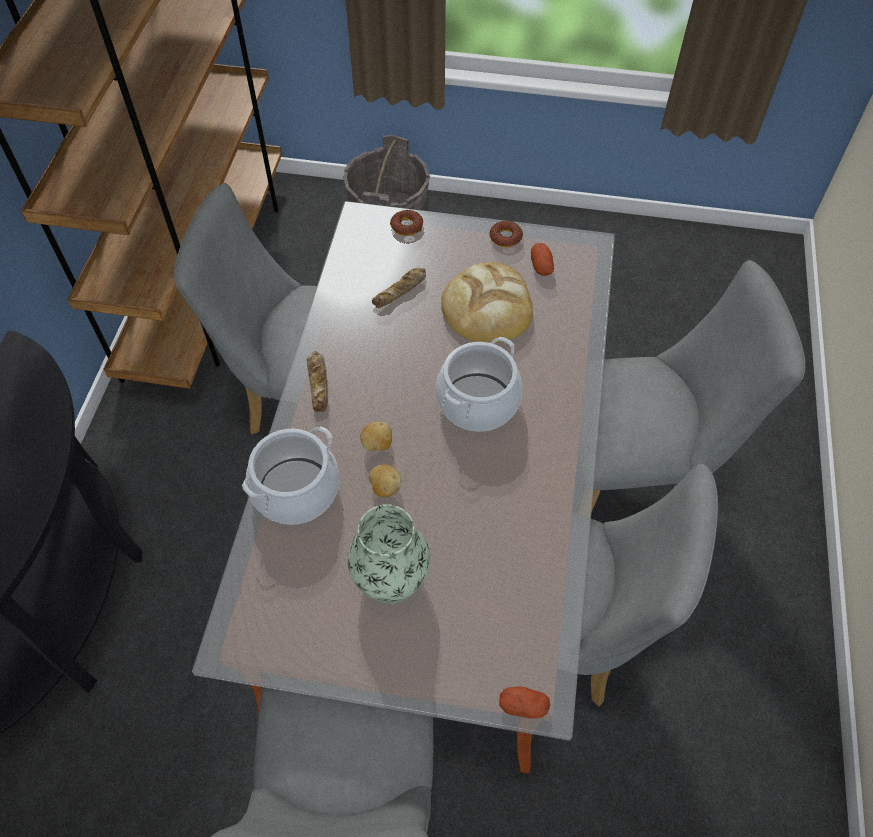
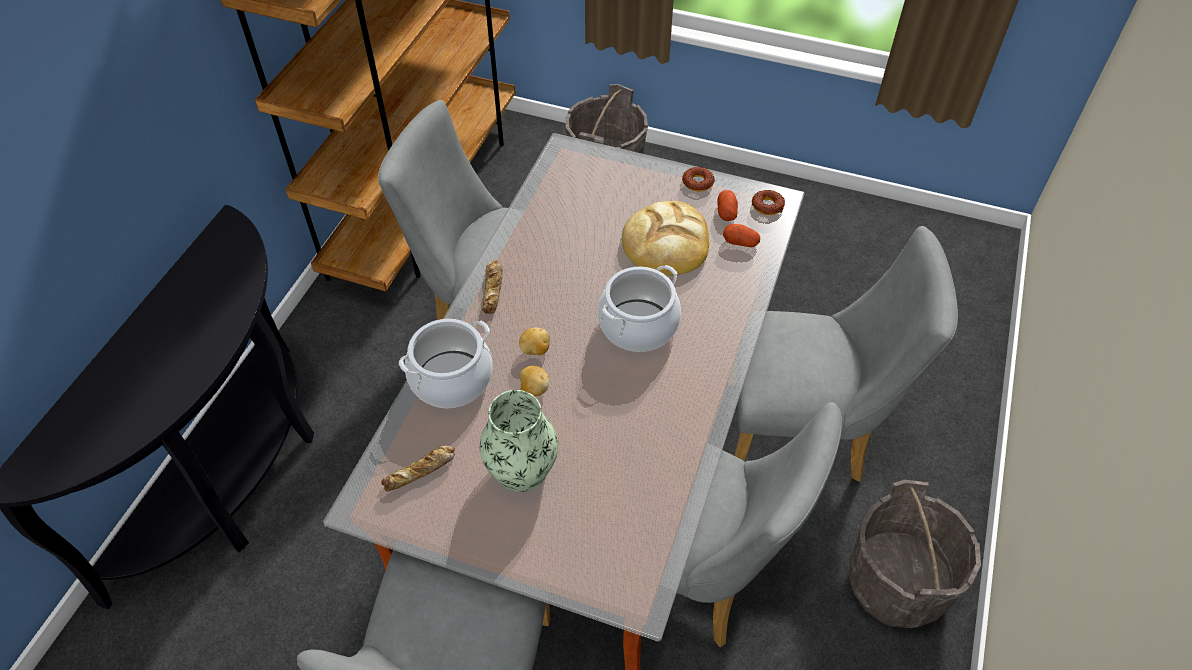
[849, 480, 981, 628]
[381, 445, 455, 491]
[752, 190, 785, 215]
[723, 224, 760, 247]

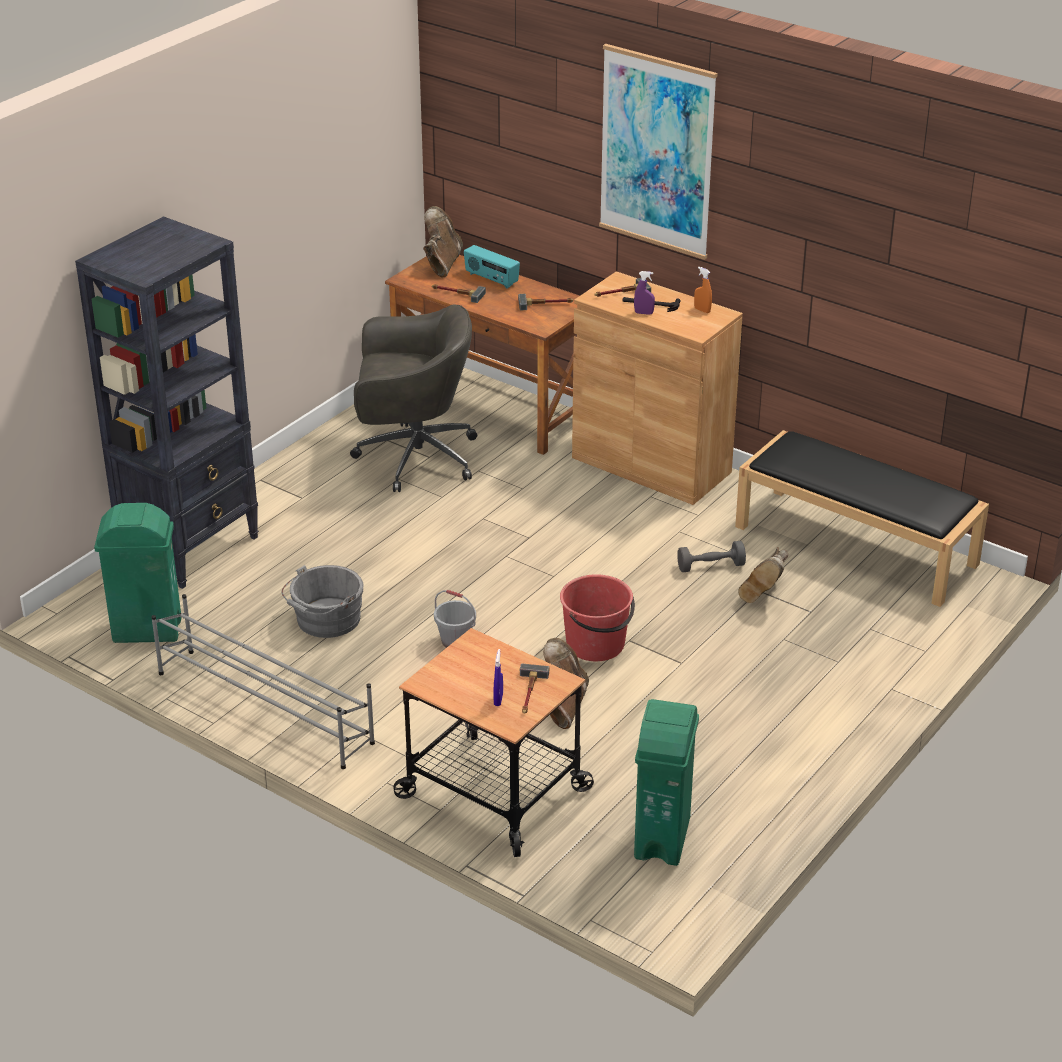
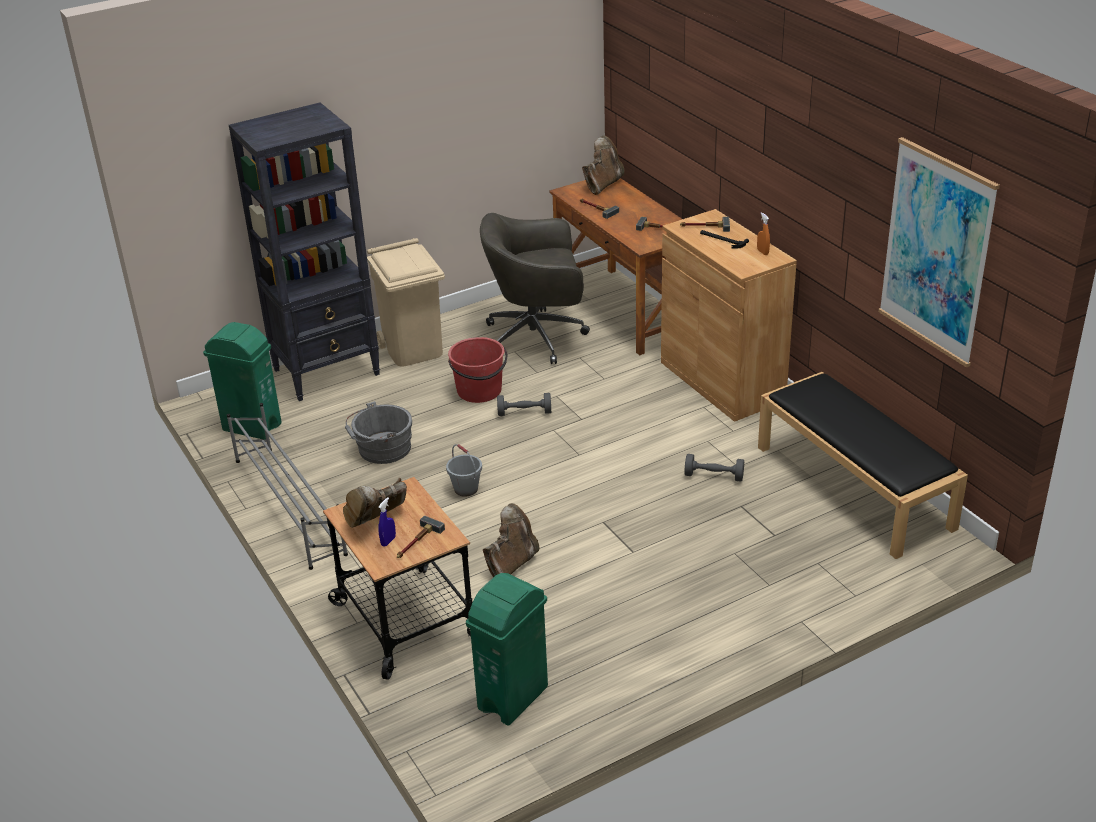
[464, 245, 520, 289] (first image)
[634, 271, 655, 315] (first image)
[367, 238, 445, 367]
[497, 393, 551, 416]
[448, 337, 507, 403]
[878, 137, 1000, 367]
[343, 478, 407, 528]
[480, 213, 590, 364]

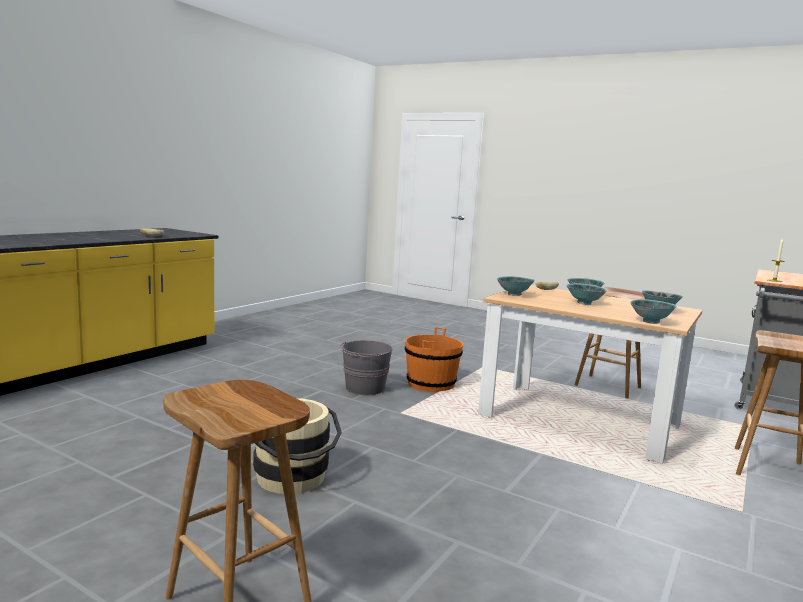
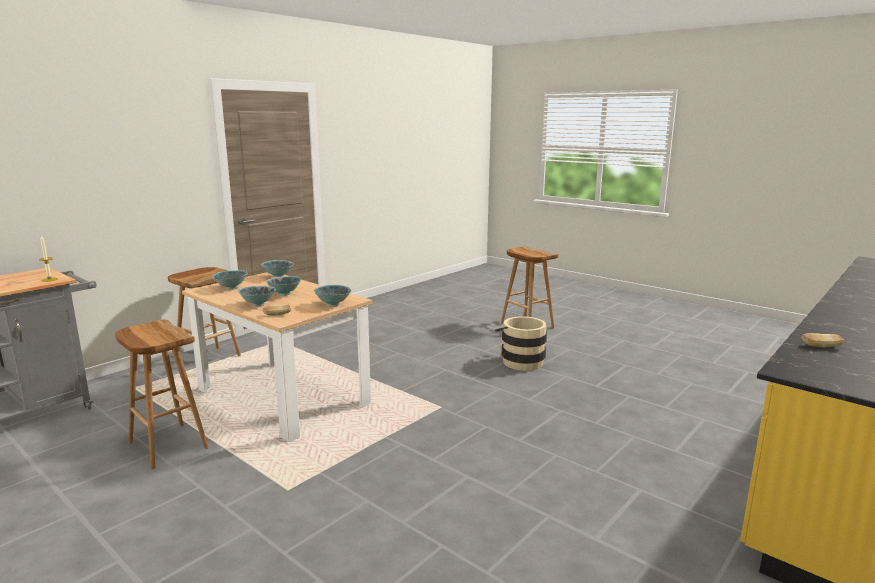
[340, 340, 393, 395] (first image)
[405, 327, 463, 392] (first image)

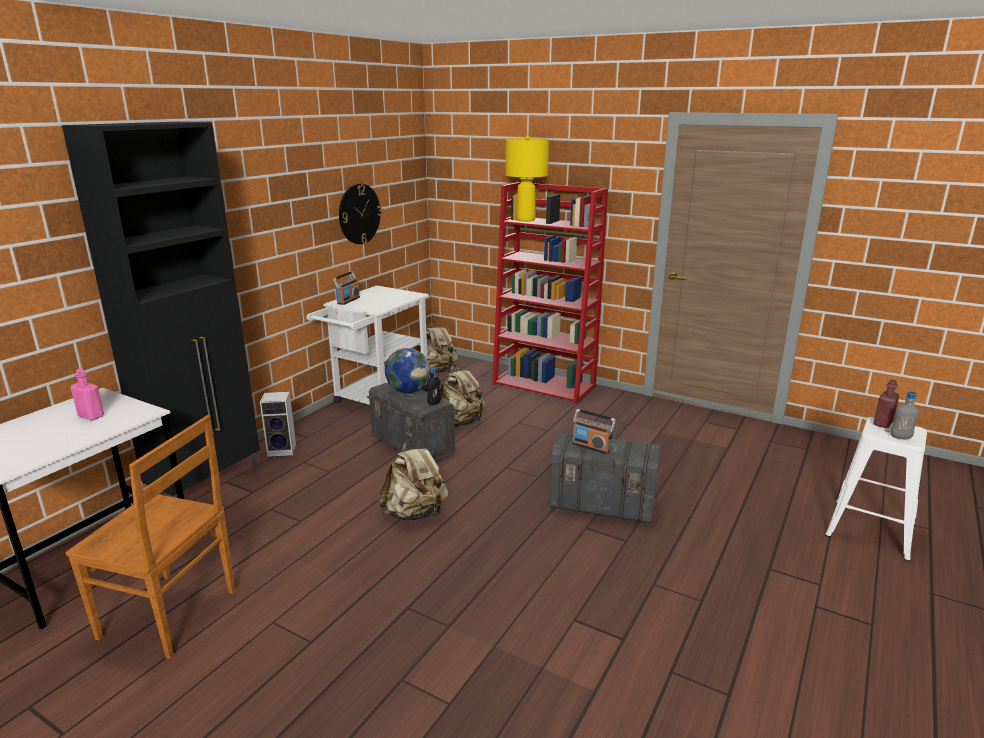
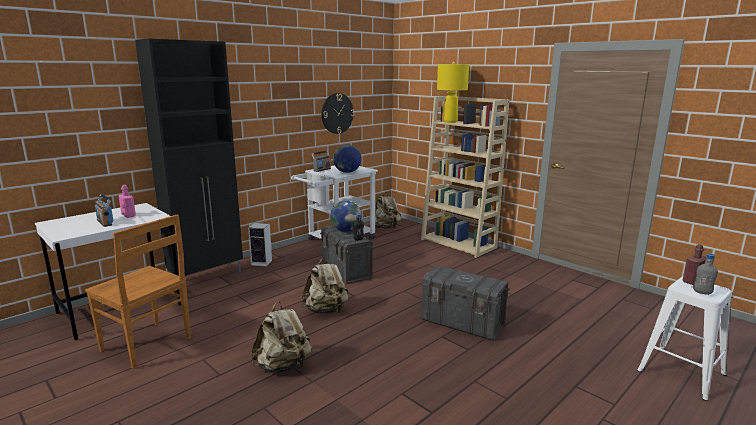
[333, 145, 361, 173]
[251, 302, 312, 373]
[95, 194, 113, 227]
[421, 96, 510, 258]

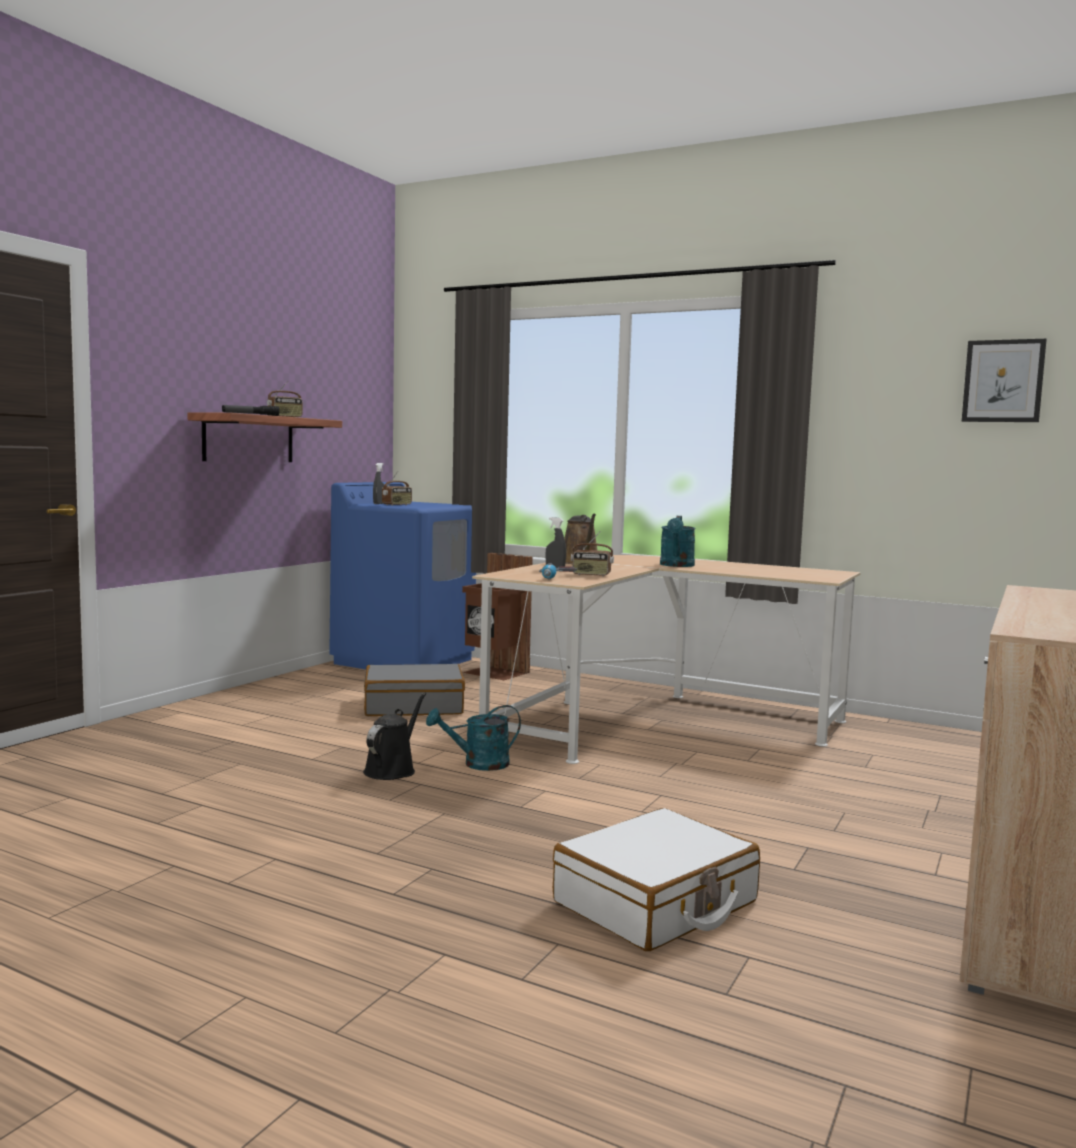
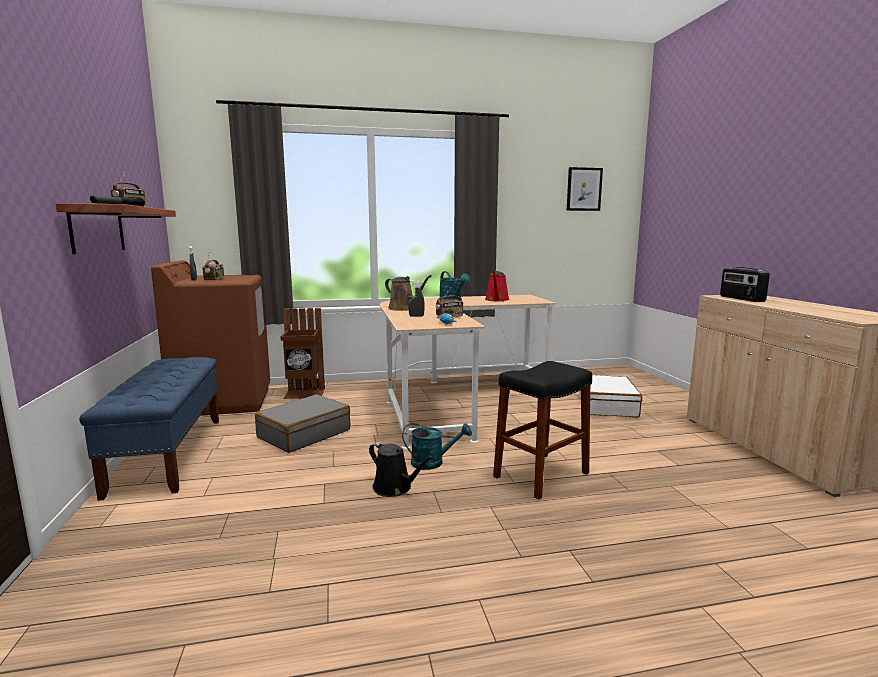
[79, 357, 219, 501]
[485, 271, 510, 301]
[493, 361, 592, 500]
[720, 267, 770, 302]
[579, 375, 642, 417]
[151, 260, 270, 416]
[369, 442, 433, 497]
[402, 423, 472, 470]

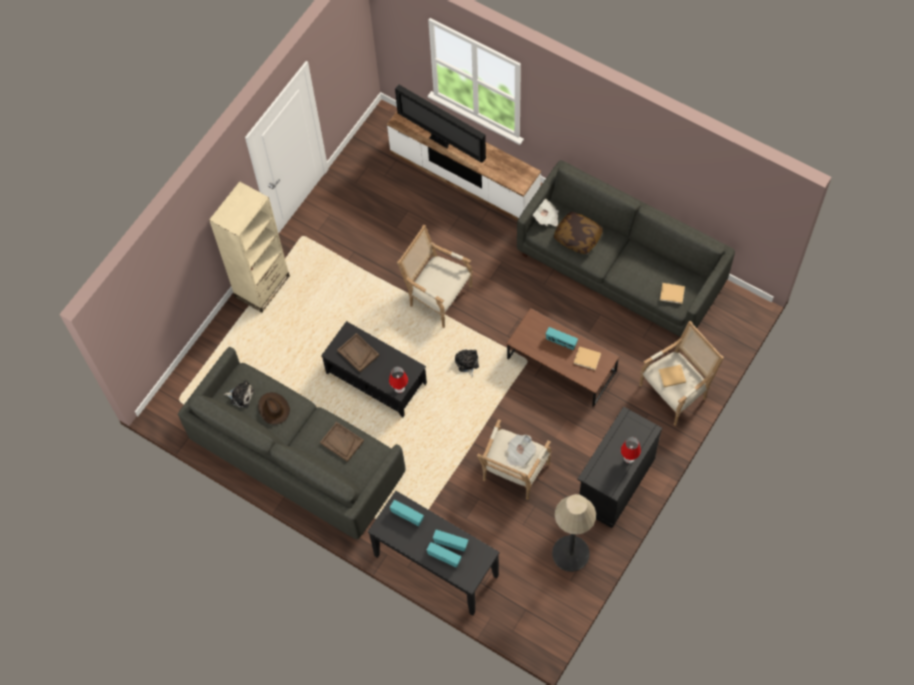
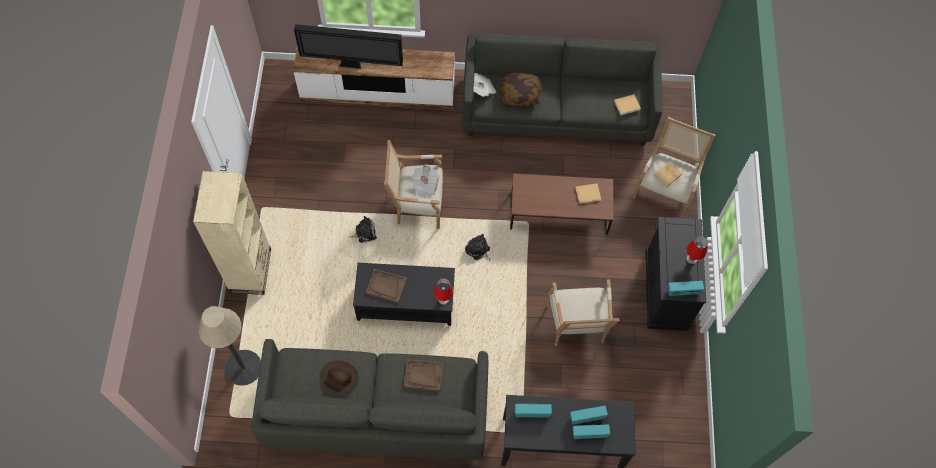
[350, 216, 377, 243]
[411, 165, 439, 198]
[668, 281, 704, 296]
[198, 306, 261, 386]

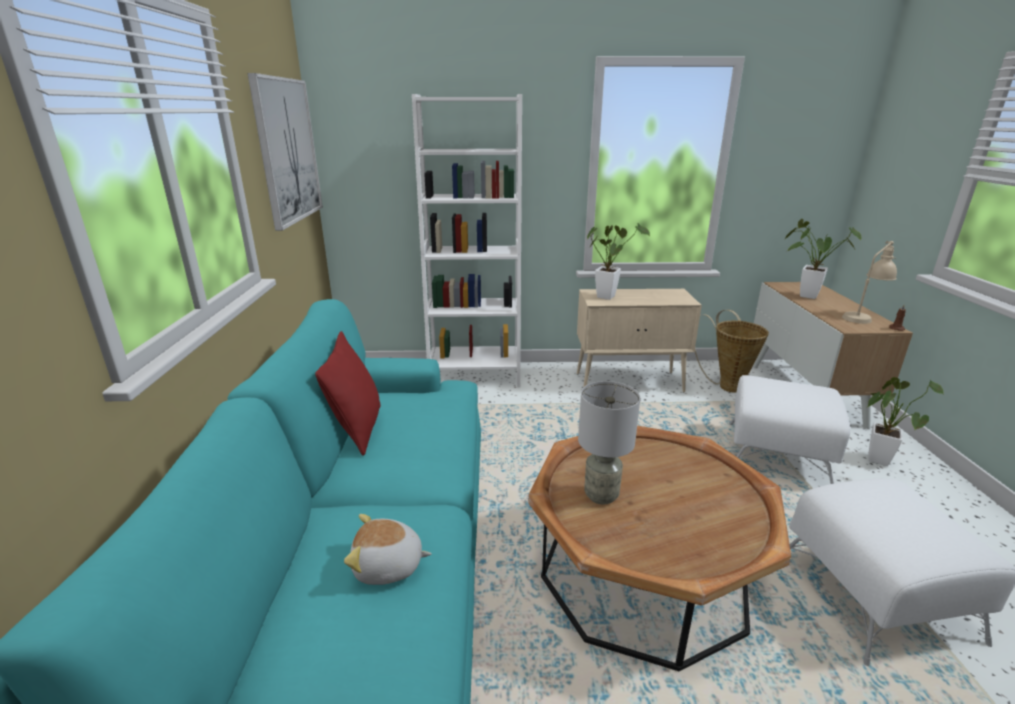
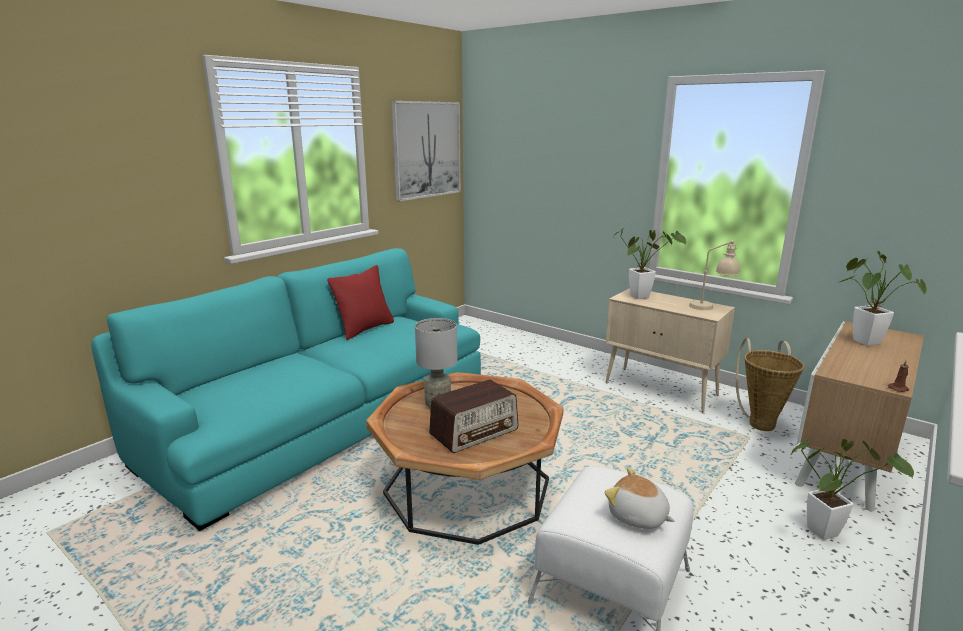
[412, 94, 522, 388] (first image)
[729, 375, 851, 484] (first image)
[429, 380, 518, 453]
[604, 467, 675, 529]
[689, 240, 740, 310]

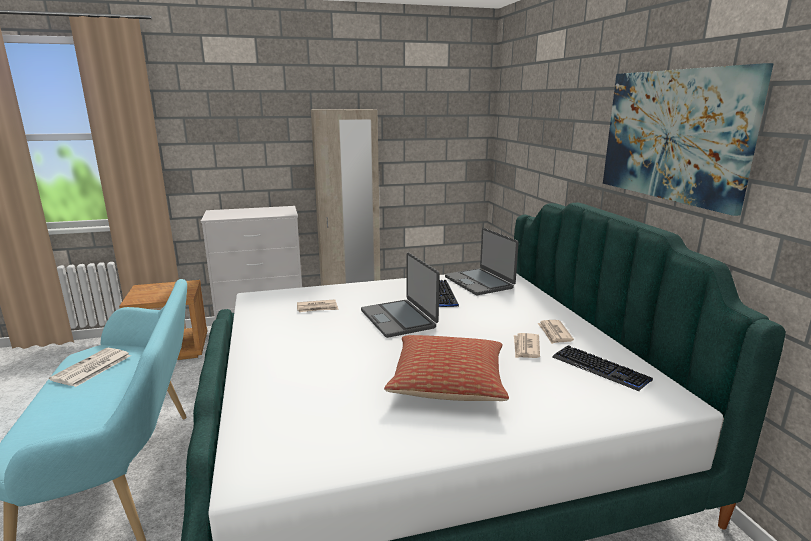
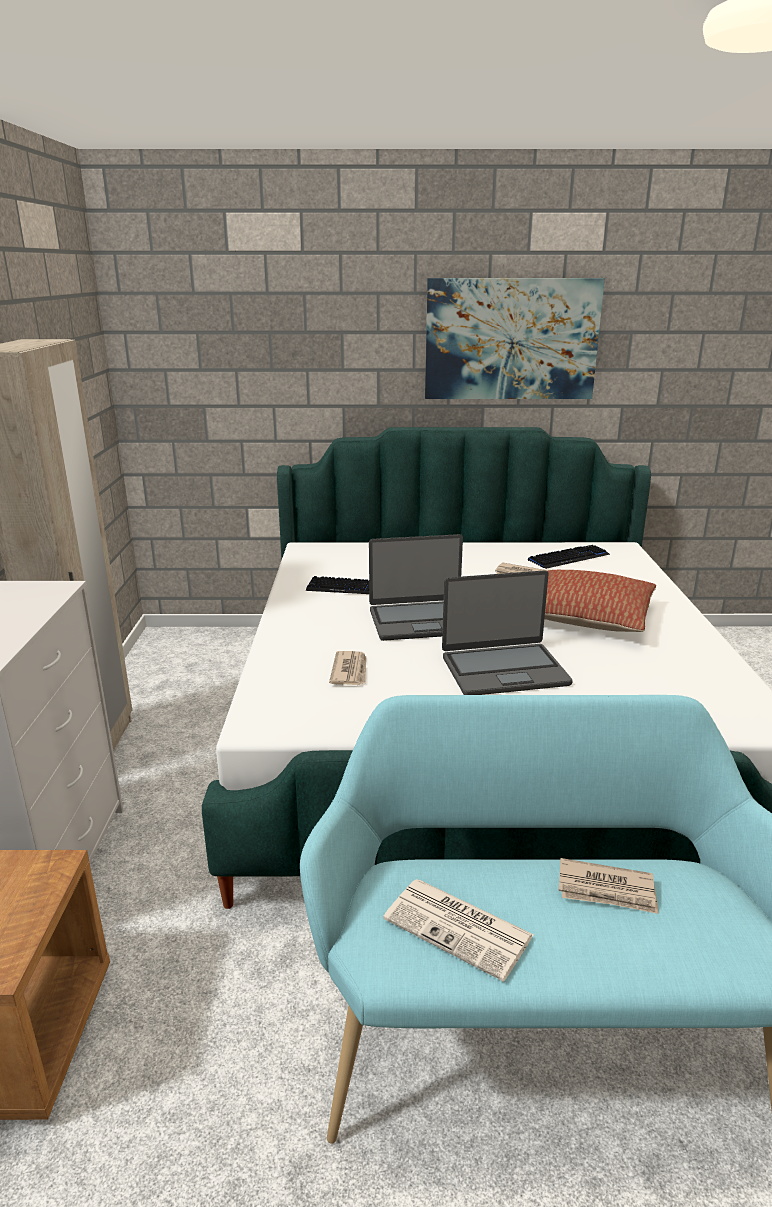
[442, 570, 573, 695]
[558, 858, 659, 914]

